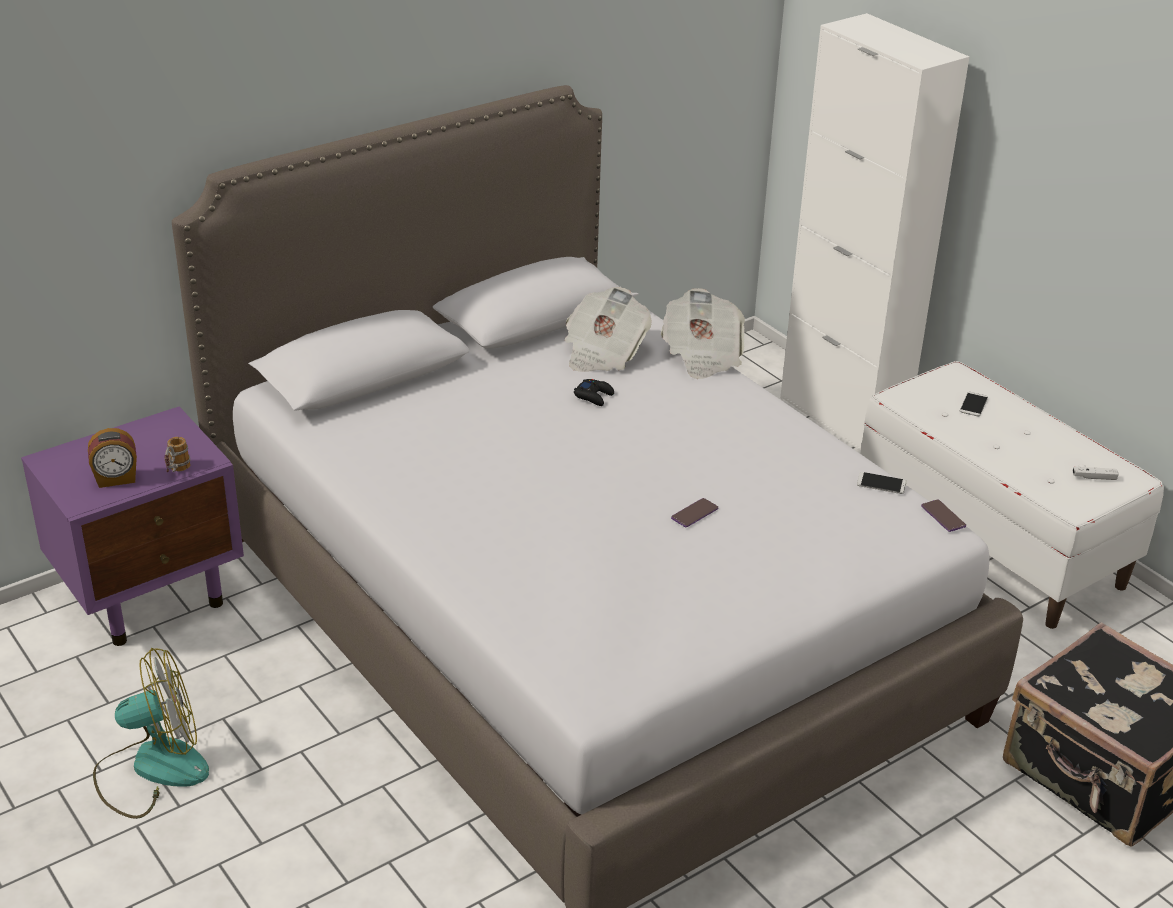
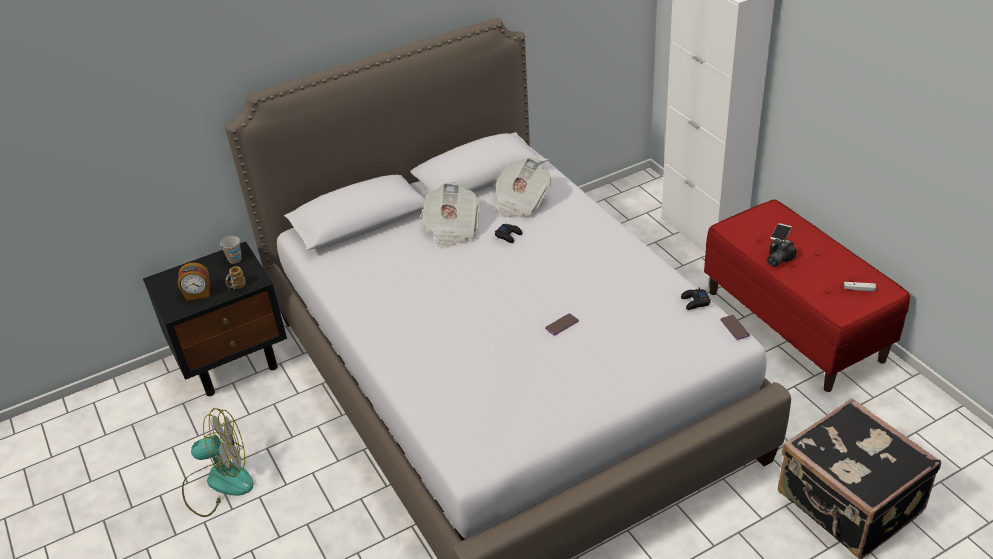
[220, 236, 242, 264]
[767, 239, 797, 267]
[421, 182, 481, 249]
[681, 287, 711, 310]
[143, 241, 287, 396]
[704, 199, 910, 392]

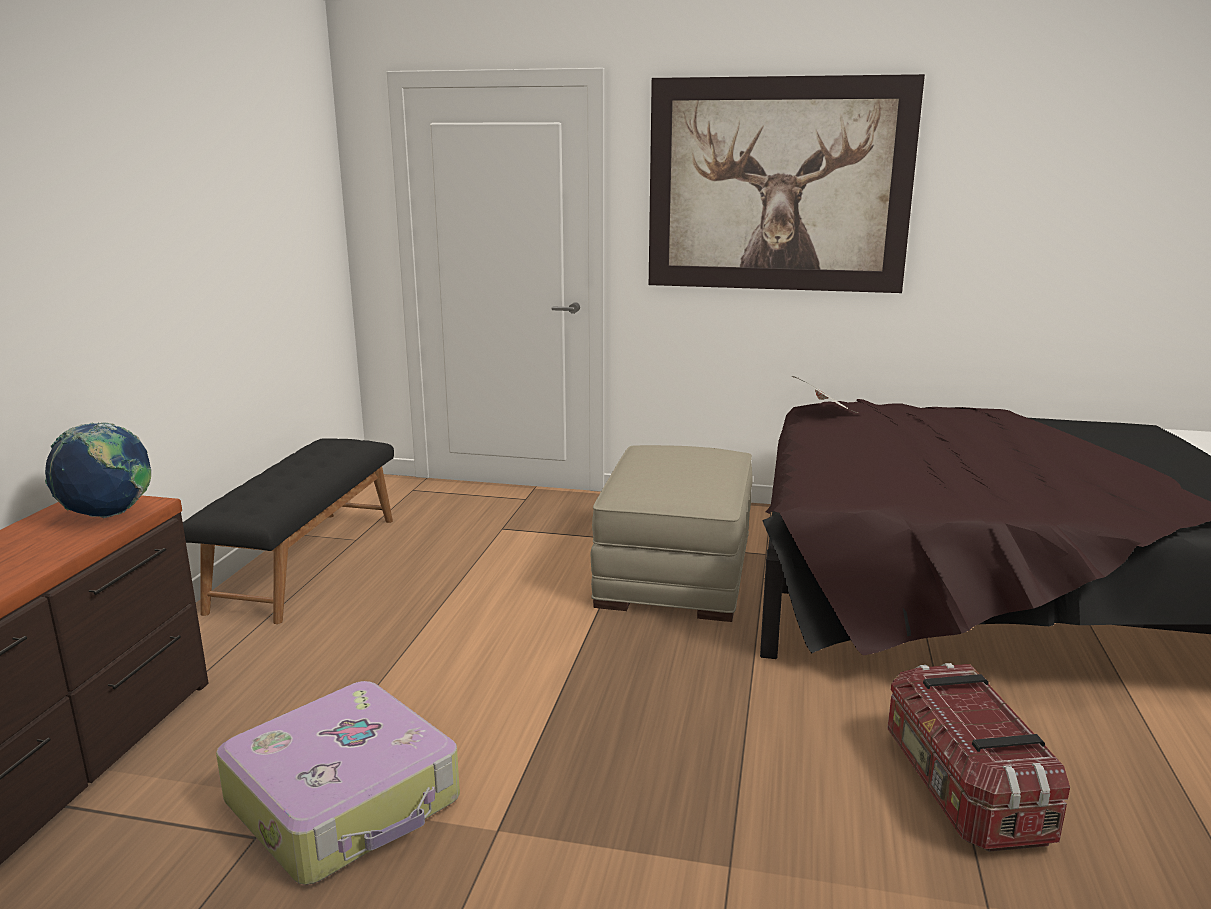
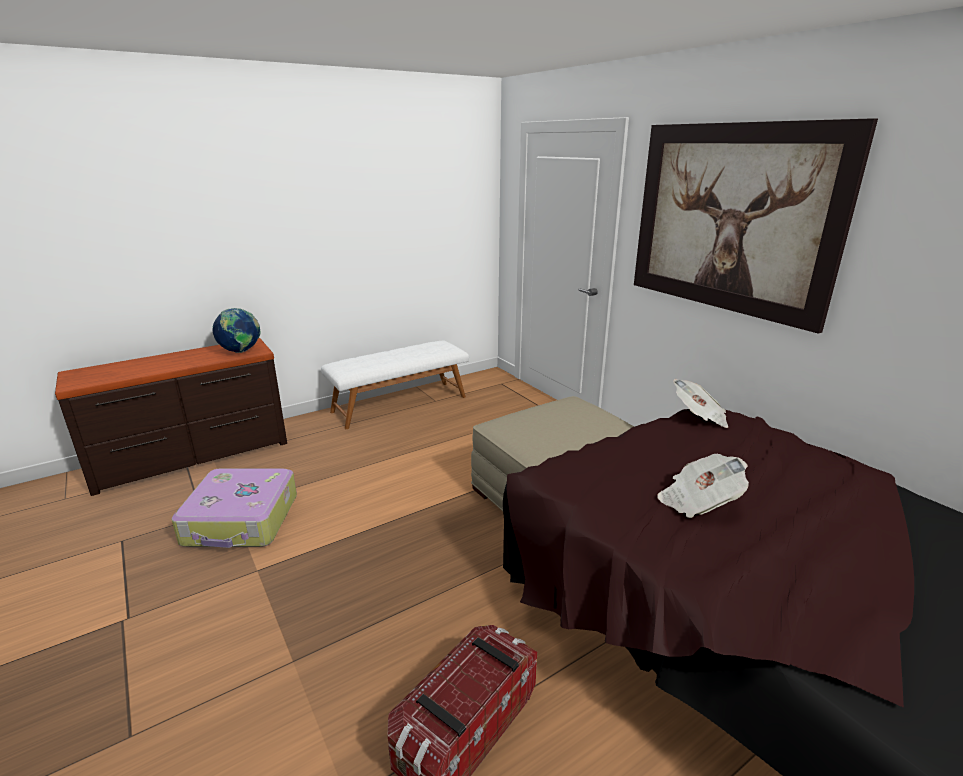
[657, 453, 749, 518]
[321, 340, 469, 429]

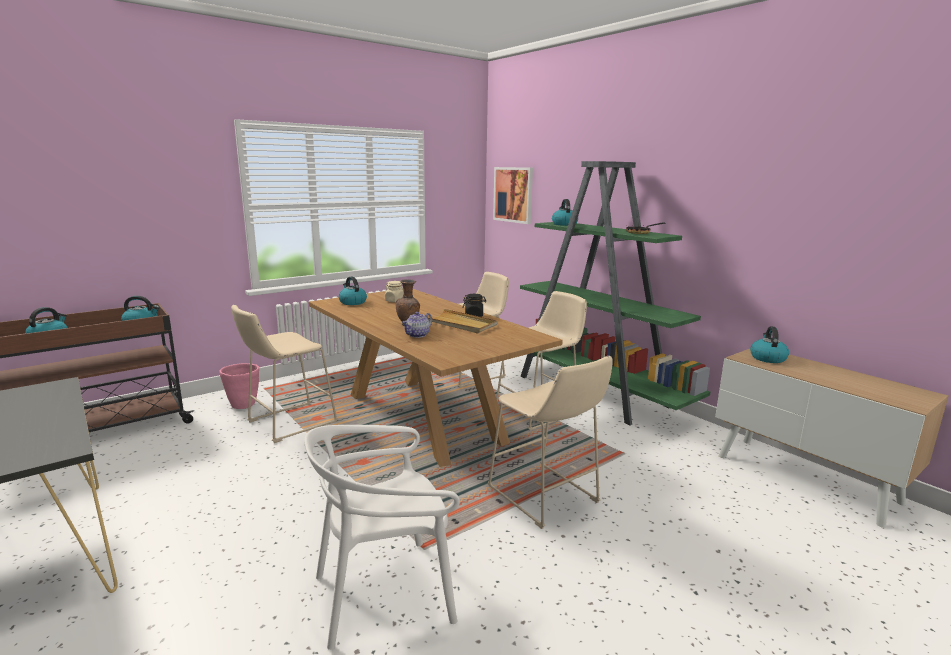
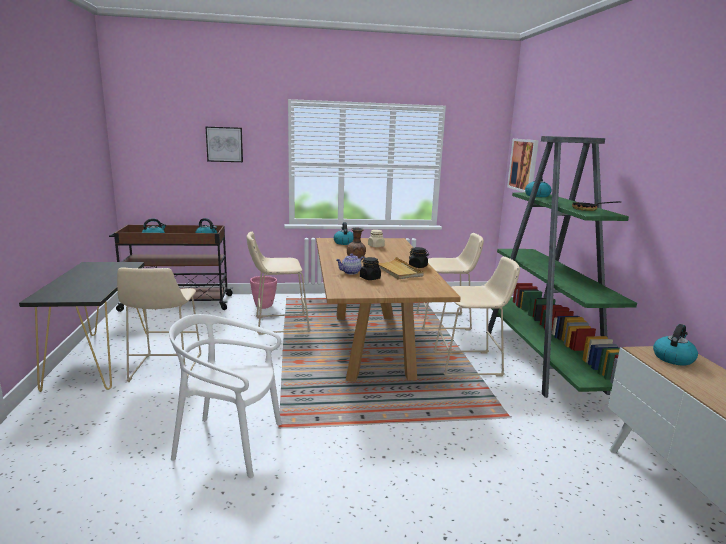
[206, 127, 243, 162]
[360, 257, 381, 280]
[117, 267, 201, 382]

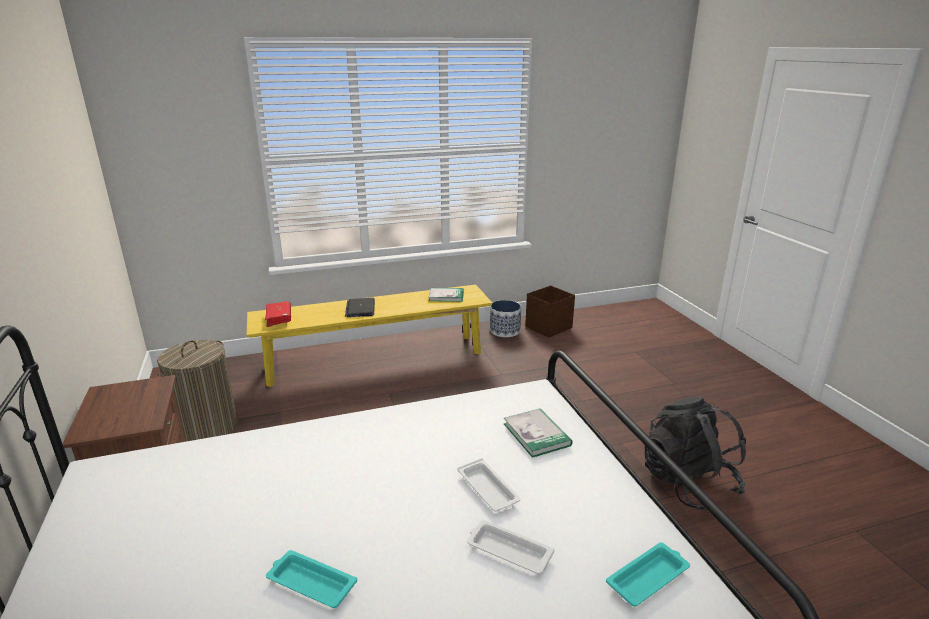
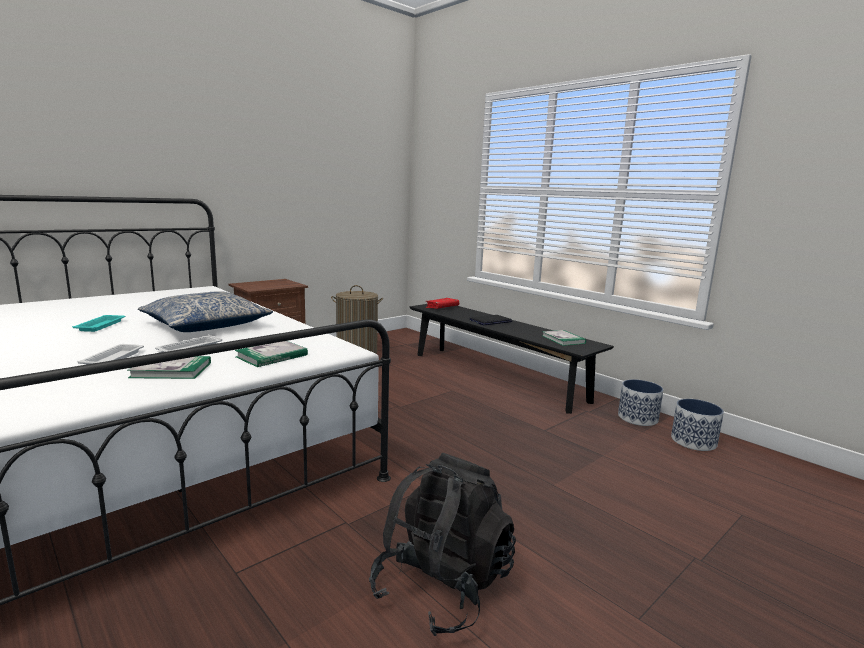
[606, 543, 690, 607] (first image)
[127, 356, 211, 379]
[138, 291, 273, 332]
[671, 399, 724, 451]
[410, 304, 614, 414]

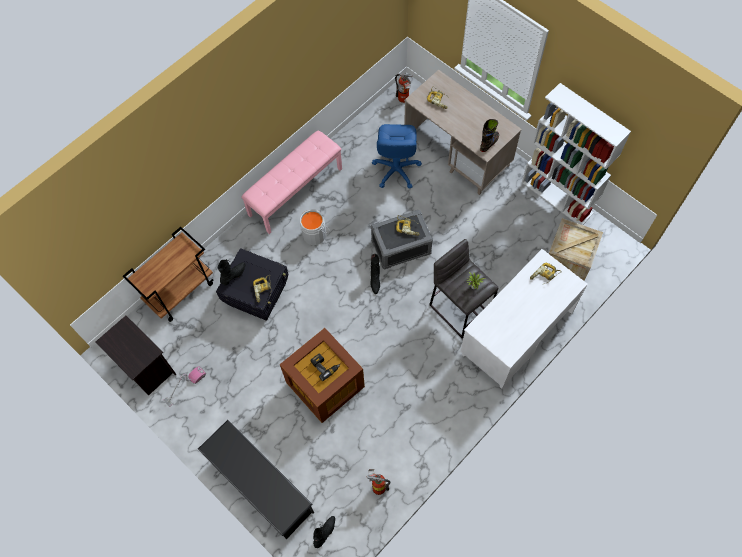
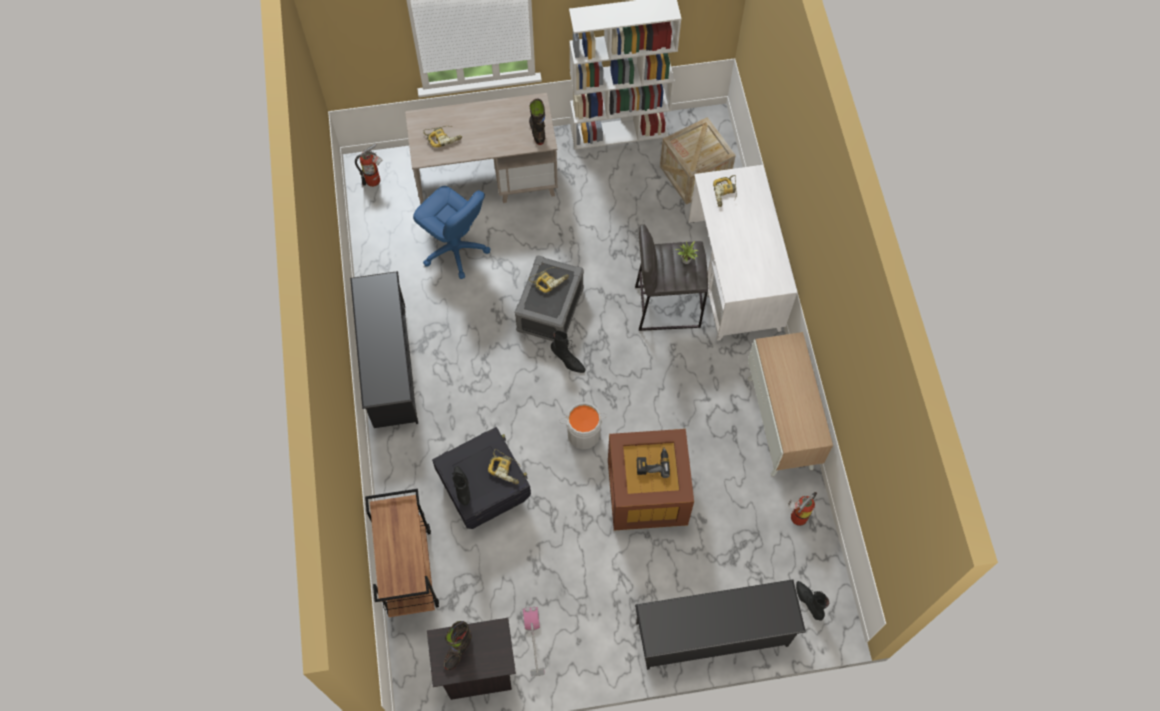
[444, 621, 472, 670]
[748, 332, 833, 476]
[559, 402, 607, 449]
[350, 271, 418, 428]

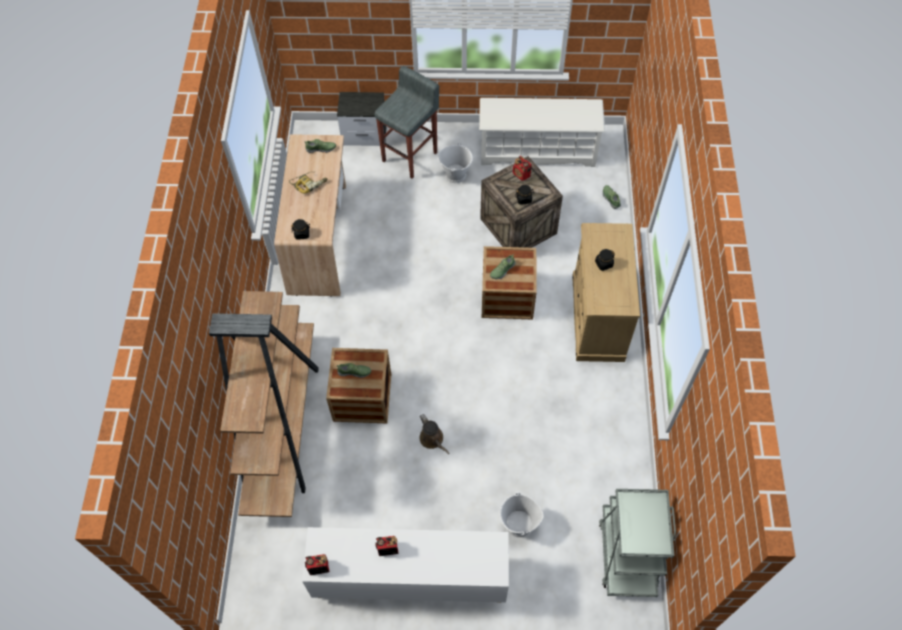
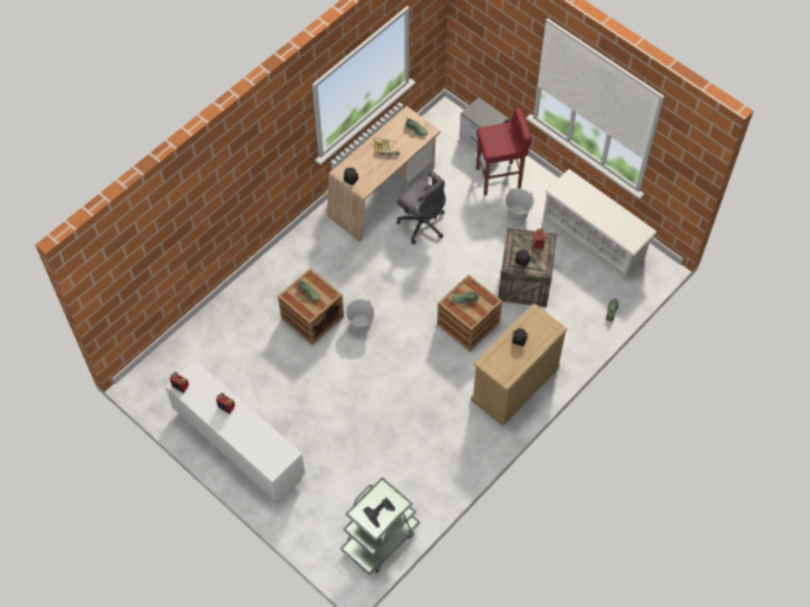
[209, 291, 319, 517] (first image)
[420, 414, 450, 454] (first image)
[363, 497, 395, 528]
[396, 171, 446, 244]
[344, 298, 375, 334]
[476, 108, 532, 196]

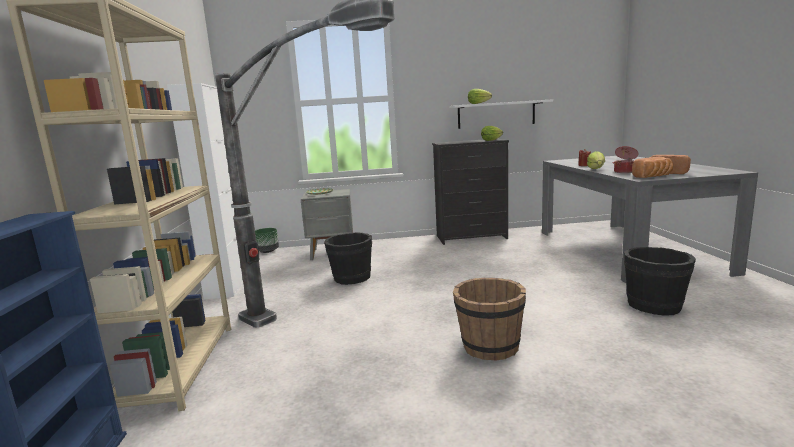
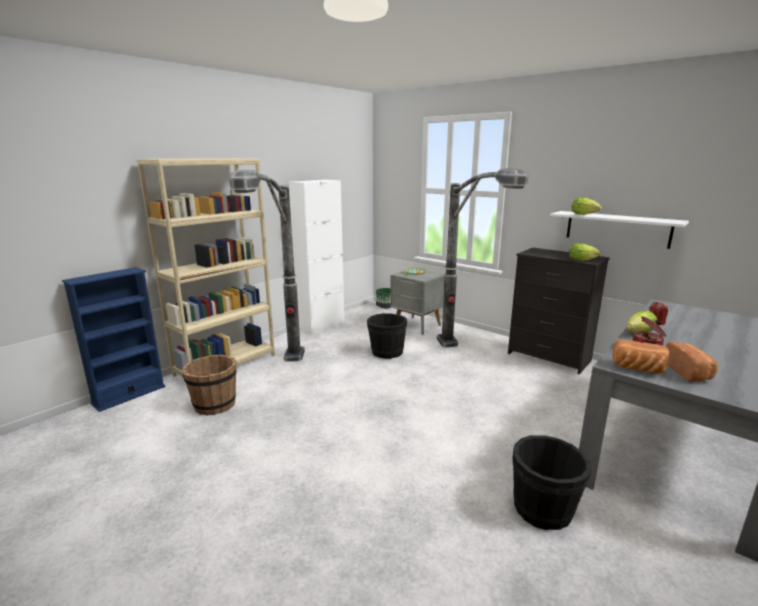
[437, 169, 529, 347]
[182, 355, 237, 416]

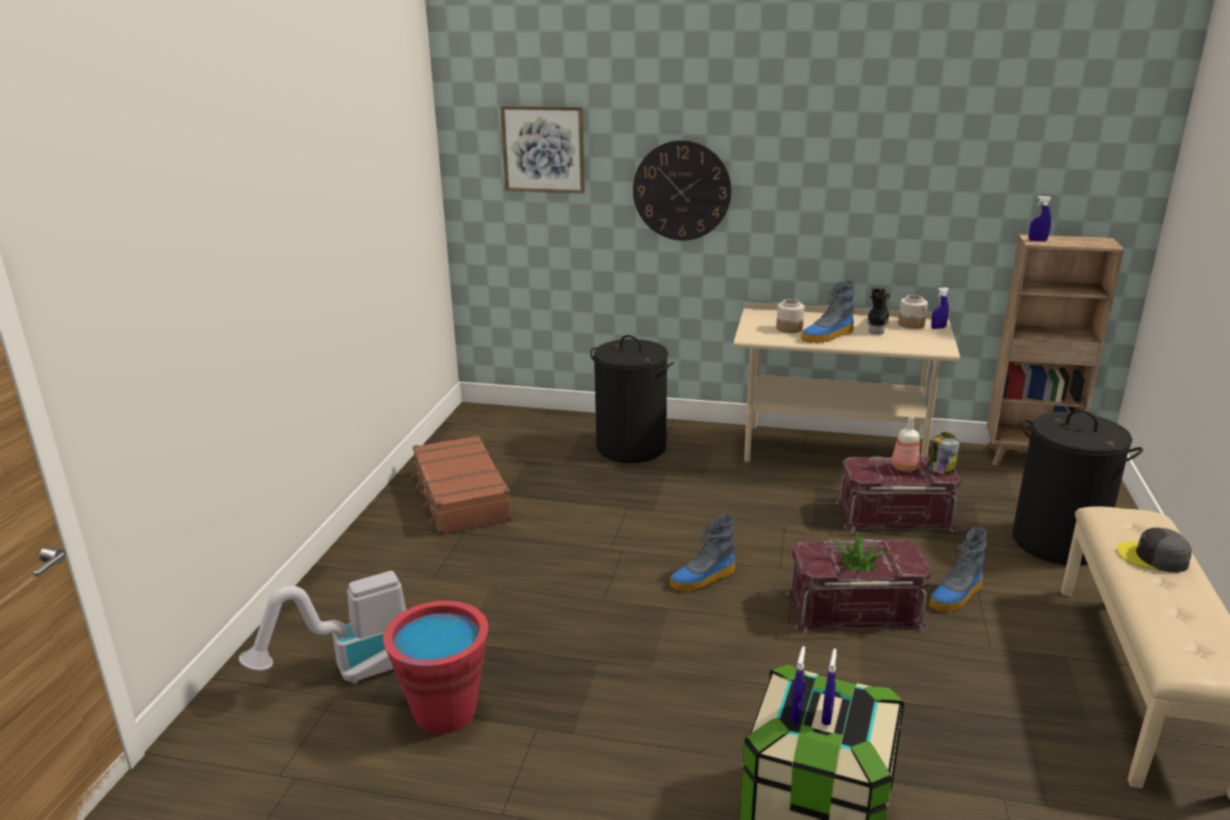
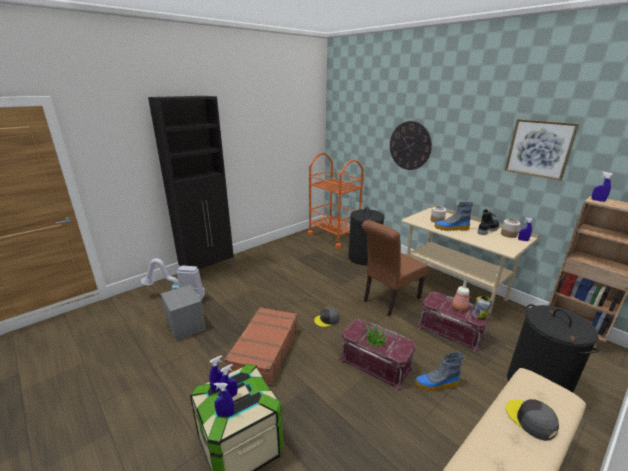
[148, 96, 234, 269]
[214, 383, 234, 416]
[307, 153, 364, 249]
[362, 220, 429, 316]
[224, 307, 298, 386]
[505, 119, 579, 181]
[161, 285, 206, 341]
[314, 307, 339, 327]

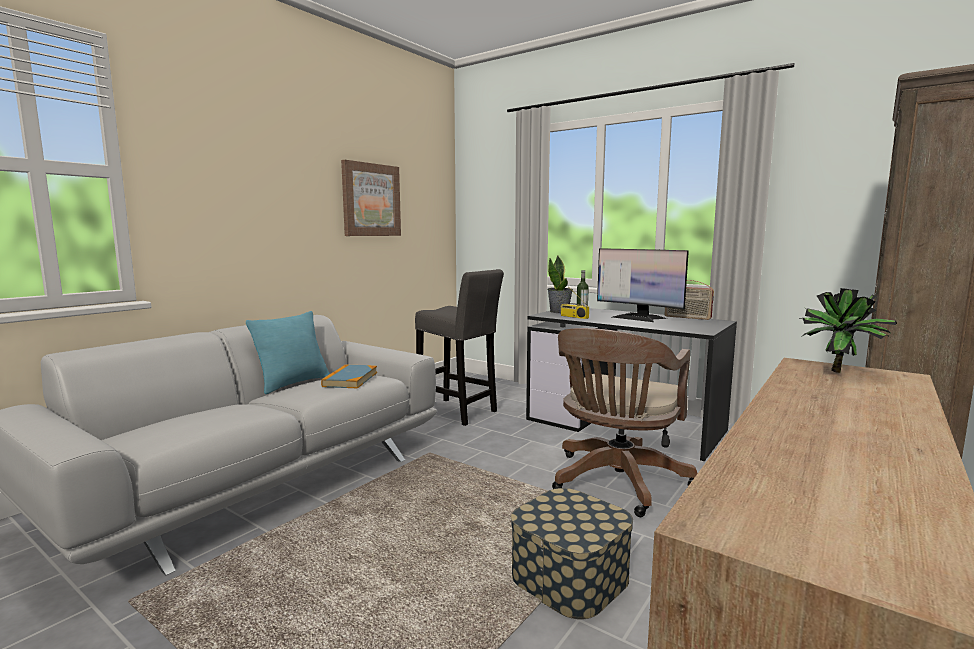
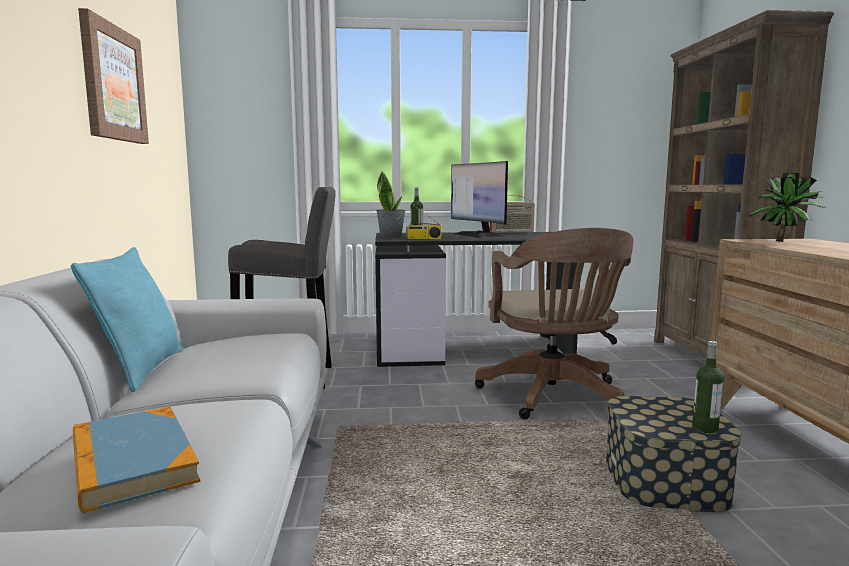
[692, 341, 724, 433]
[73, 407, 200, 513]
[451, 161, 508, 238]

